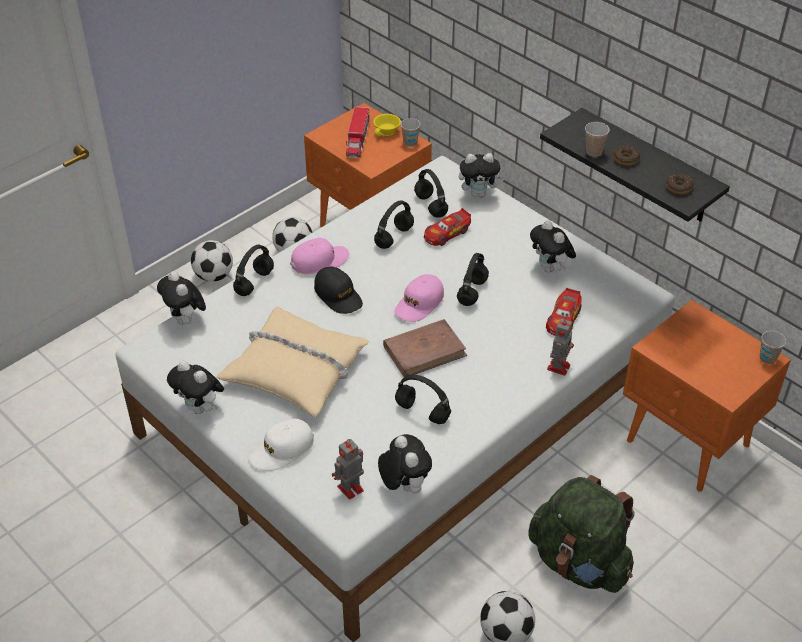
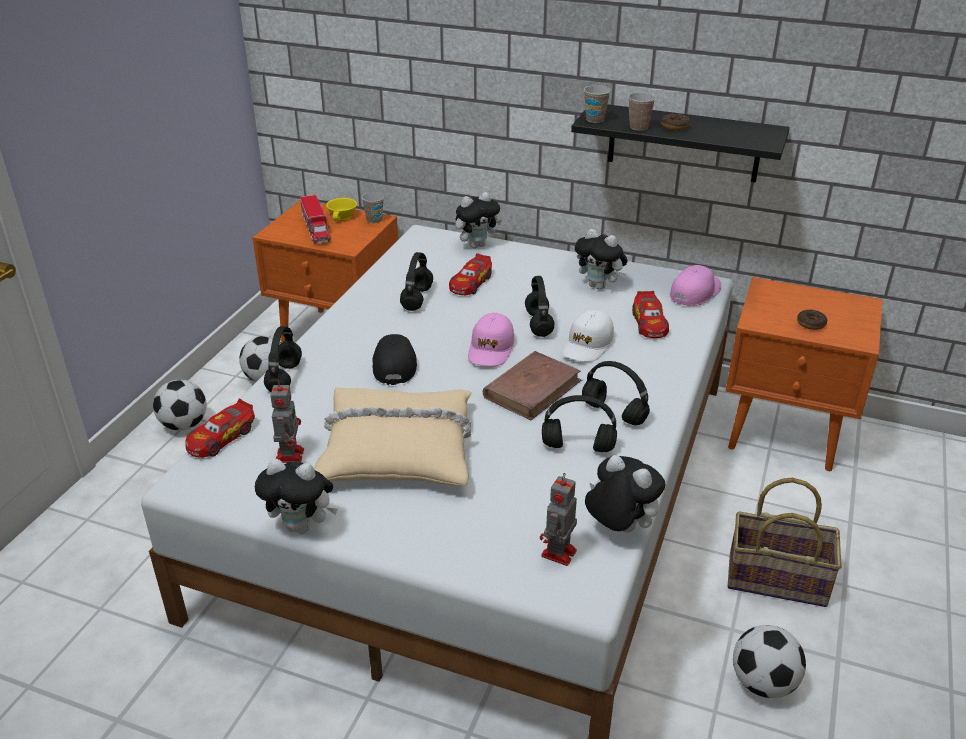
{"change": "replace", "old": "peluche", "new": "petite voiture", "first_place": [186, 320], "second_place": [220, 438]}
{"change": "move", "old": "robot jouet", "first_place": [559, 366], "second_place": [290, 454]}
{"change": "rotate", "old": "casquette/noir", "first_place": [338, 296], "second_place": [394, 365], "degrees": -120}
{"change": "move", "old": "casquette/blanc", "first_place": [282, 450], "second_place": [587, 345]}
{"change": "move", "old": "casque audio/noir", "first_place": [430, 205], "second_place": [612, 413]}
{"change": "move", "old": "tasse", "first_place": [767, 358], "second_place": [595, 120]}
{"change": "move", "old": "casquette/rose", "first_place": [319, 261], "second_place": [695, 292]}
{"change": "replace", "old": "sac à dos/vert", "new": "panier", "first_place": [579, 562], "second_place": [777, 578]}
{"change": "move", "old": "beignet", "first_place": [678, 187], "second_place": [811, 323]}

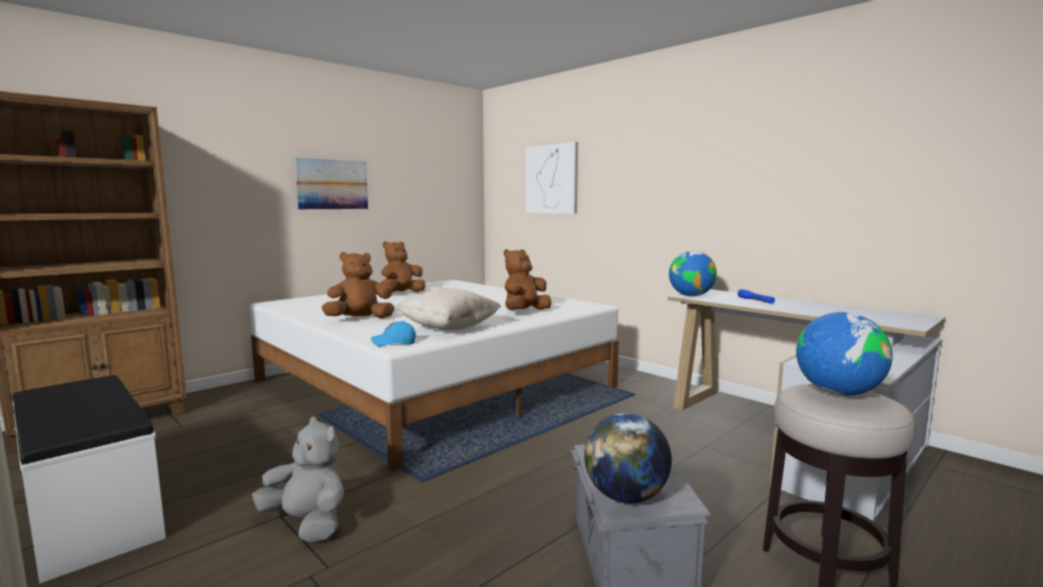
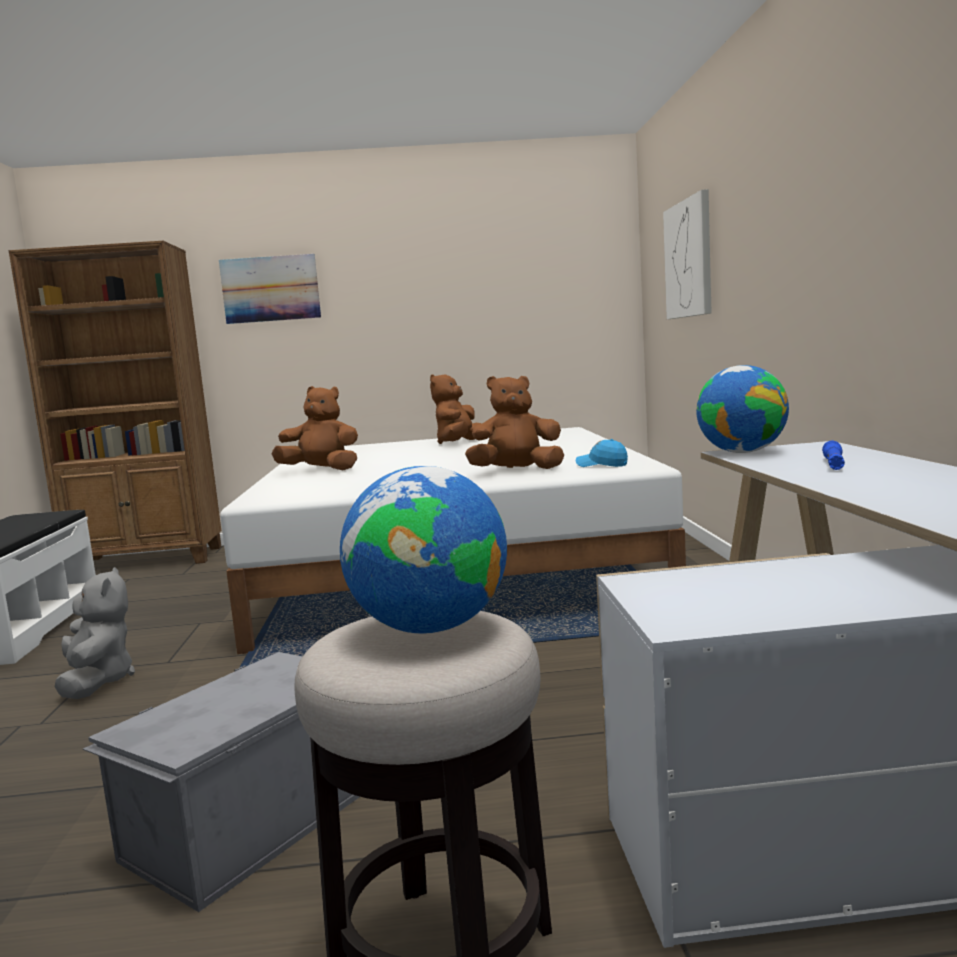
{"change": "move", "old": "tableau", "first_place": [332, 184], "second_place": [270, 289]}
{"change": "rotate", "old": "peluche/marron", "first_place": [401, 293], "second_place": [459, 443], "degrees": -60}
{"change": "move", "old": "casquette/bleu", "first_place": [393, 343], "second_place": [602, 465]}
{"change": "delete", "old": "coussin/beige", "first_place": [449, 329]}
{"change": "delete", "old": "globe", "first_place": [625, 497]}

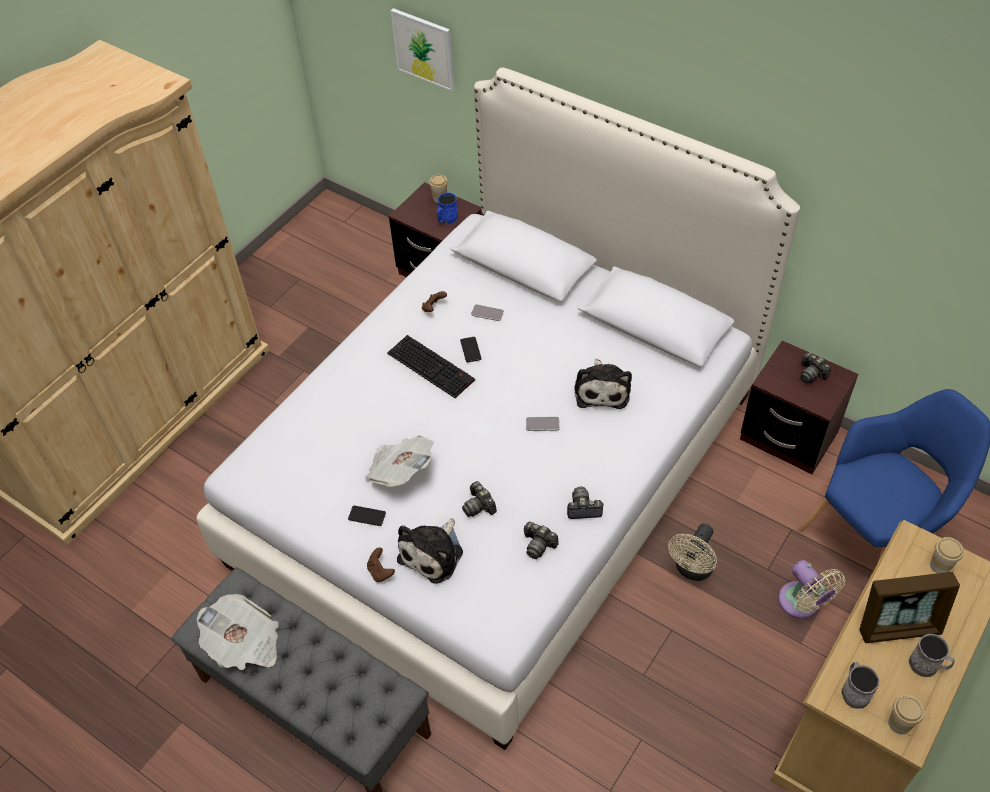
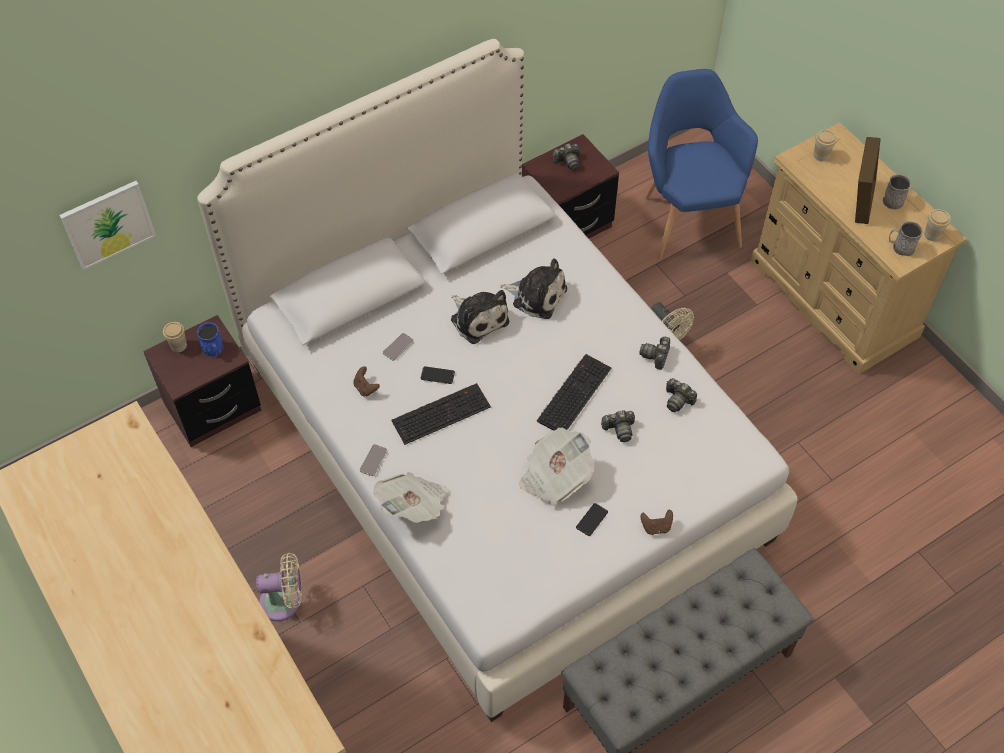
{"change": "move", "old": "ventilateur/beige", "first_place": [802, 604], "second_place": [284, 602]}
{"change": "move", "old": "téléphone", "first_place": [542, 424], "second_place": [373, 460]}
{"change": "move", "old": "journal", "first_place": [245, 644], "second_place": [414, 506]}
{"change": "move", "old": "peluche", "first_place": [433, 553], "second_place": [478, 318]}
{"change": "insert", "new": "clavier", "second_place": [573, 393]}
{"change": "rotate", "old": "appareil photo", "first_place": [538, 544], "second_place": [678, 400], "degrees": 75}

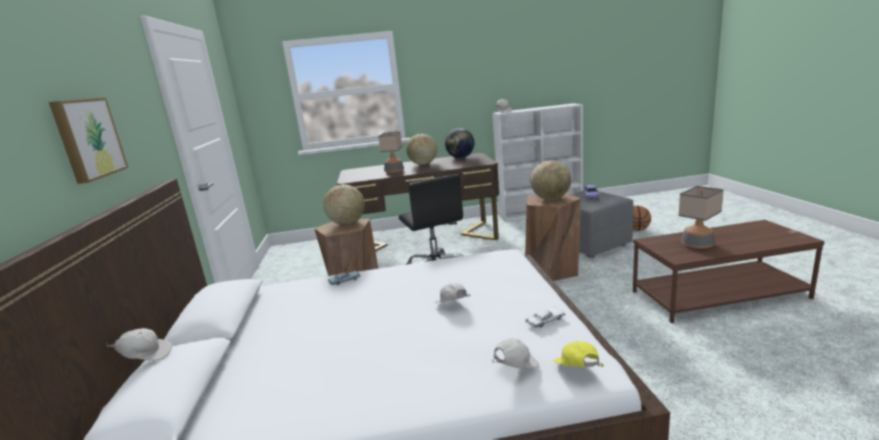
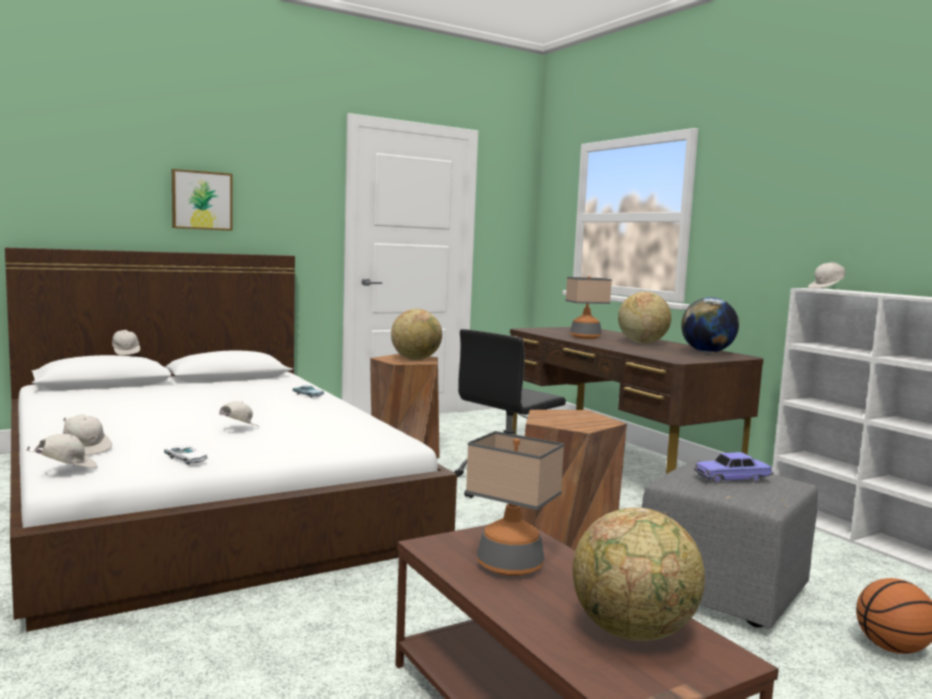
{"change": "recolor", "old": "casquette/jaune", "new": "casquette/blanc", "first_place": [577, 370], "second_place": [66, 469]}
{"change": "move", "old": "globe", "first_place": [551, 199], "second_place": [633, 633]}

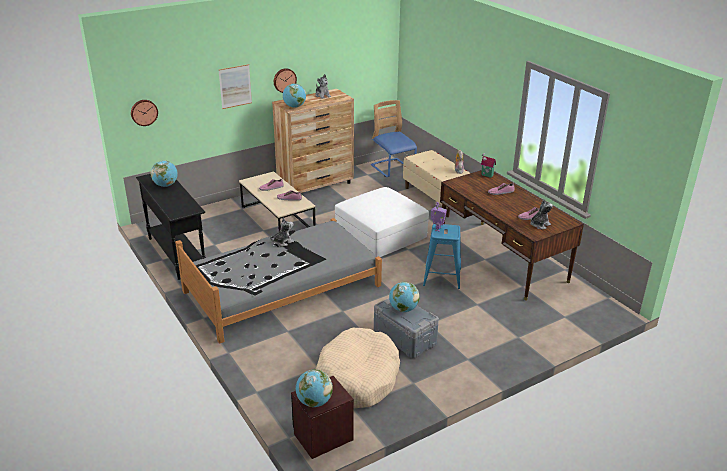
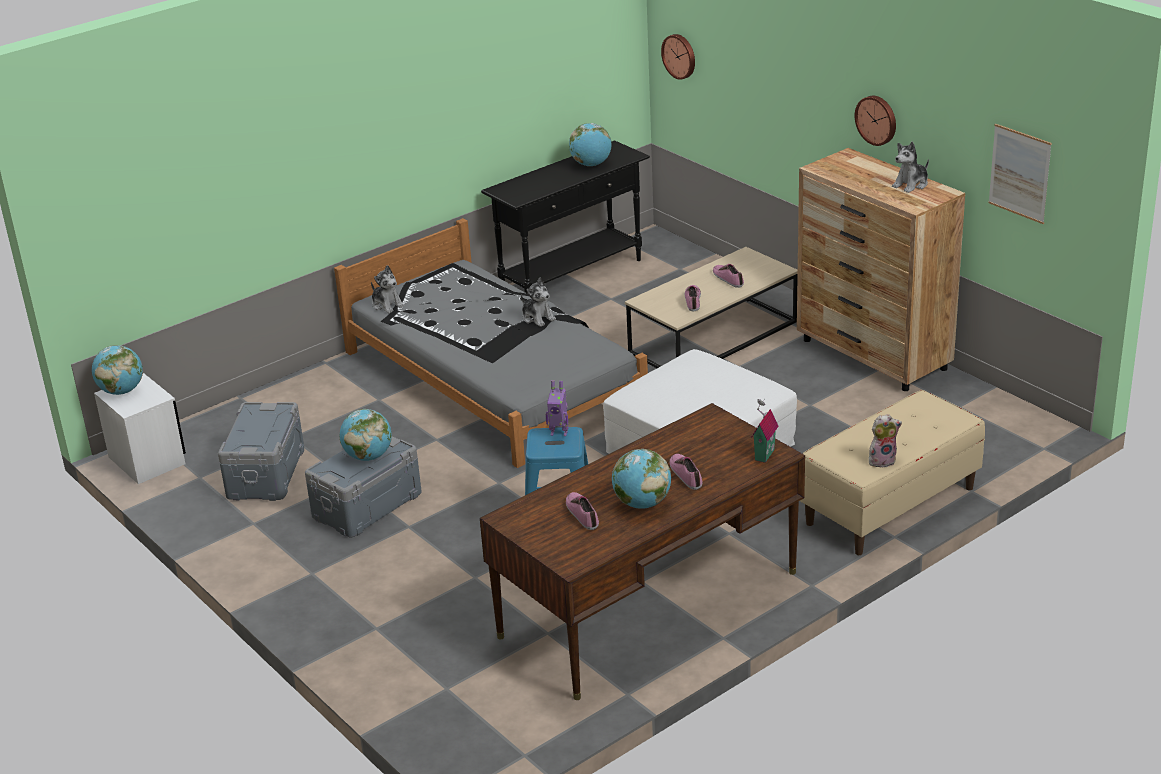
{"change": "recolor", "old": "table de chevet/marron", "new": "table de chevet/blanc", "first_place": [323, 437], "second_place": [147, 460]}
{"change": "replace", "old": "panier pour chien/beige", "new": "boîte de rangement/gris", "first_place": [358, 378], "second_place": [267, 473]}
{"change": "move", "old": "peluche", "first_place": [539, 225], "second_place": [387, 305]}
{"change": "move", "old": "globe", "first_place": [294, 107], "second_place": [642, 503]}
{"change": "move", "old": "tableau", "first_place": [235, 86], "second_place": [1019, 173]}
{"change": "delete", "old": "chaise/bleu", "first_place": [392, 169]}

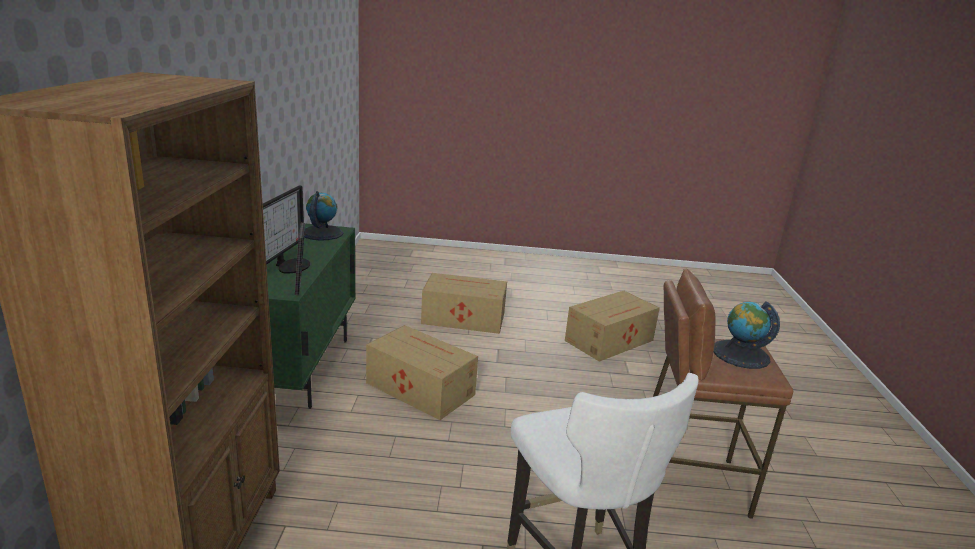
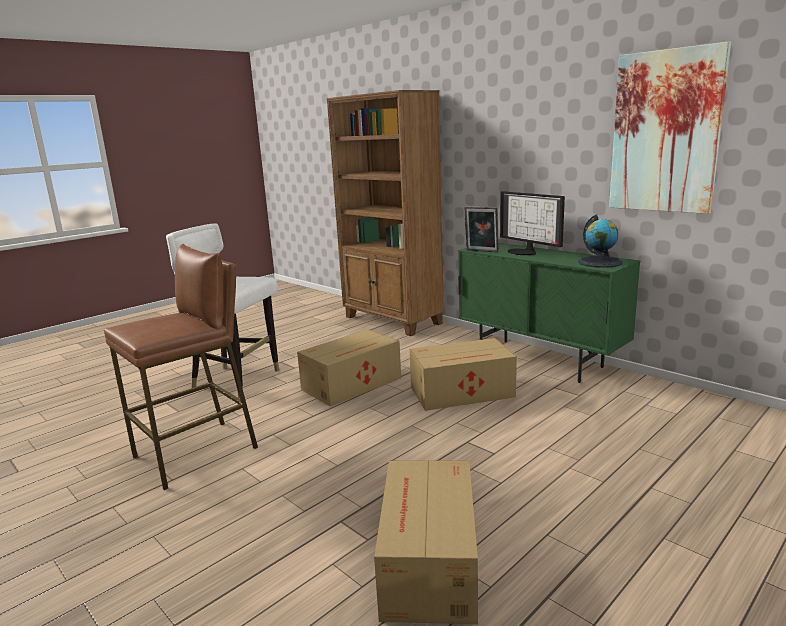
{"change": "move", "old": "carton", "first_place": [462, 318], "second_place": [353, 383]}
{"change": "insert", "new": "tableau", "second_place": [665, 132]}
{"change": "delete", "old": "globe", "first_place": [740, 354]}

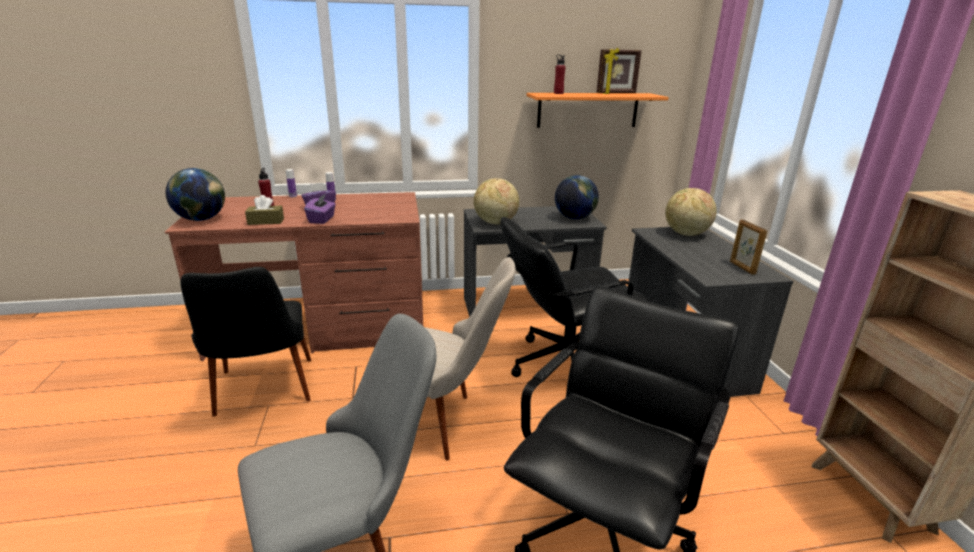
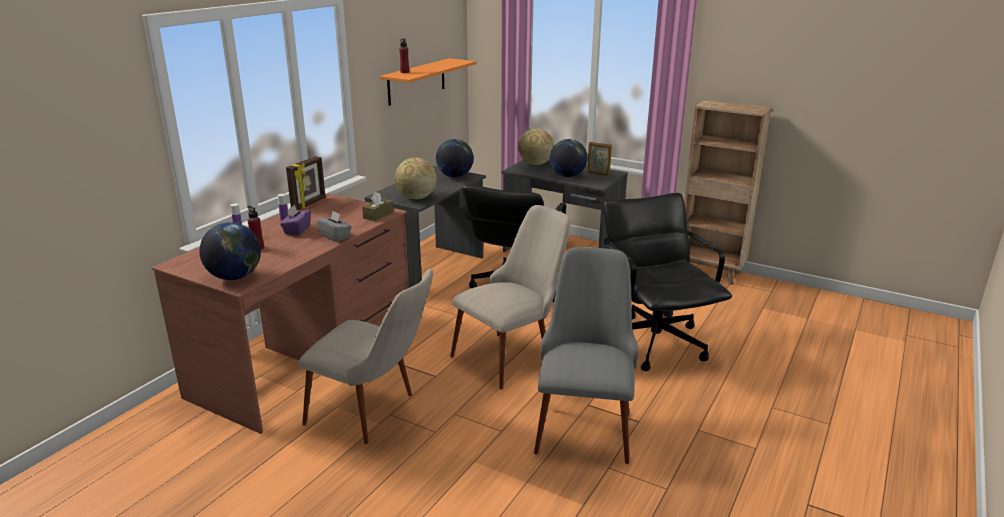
{"change": "move", "old": "cadre photo", "first_place": [616, 93], "second_place": [309, 204]}
{"change": "recolor", "old": "chaise/noir", "new": "chaise/beige", "first_place": [264, 397], "second_place": [375, 413]}
{"change": "recolor", "old": "boîte à mouchoirs/violet", "new": "boîte à mouchoirs/gris", "first_place": [322, 219], "second_place": [335, 236]}
{"change": "move", "old": "boîte à mouchoirs/marron", "first_place": [266, 221], "second_place": [378, 215]}
{"change": "insert", "new": "globe", "second_place": [567, 176]}

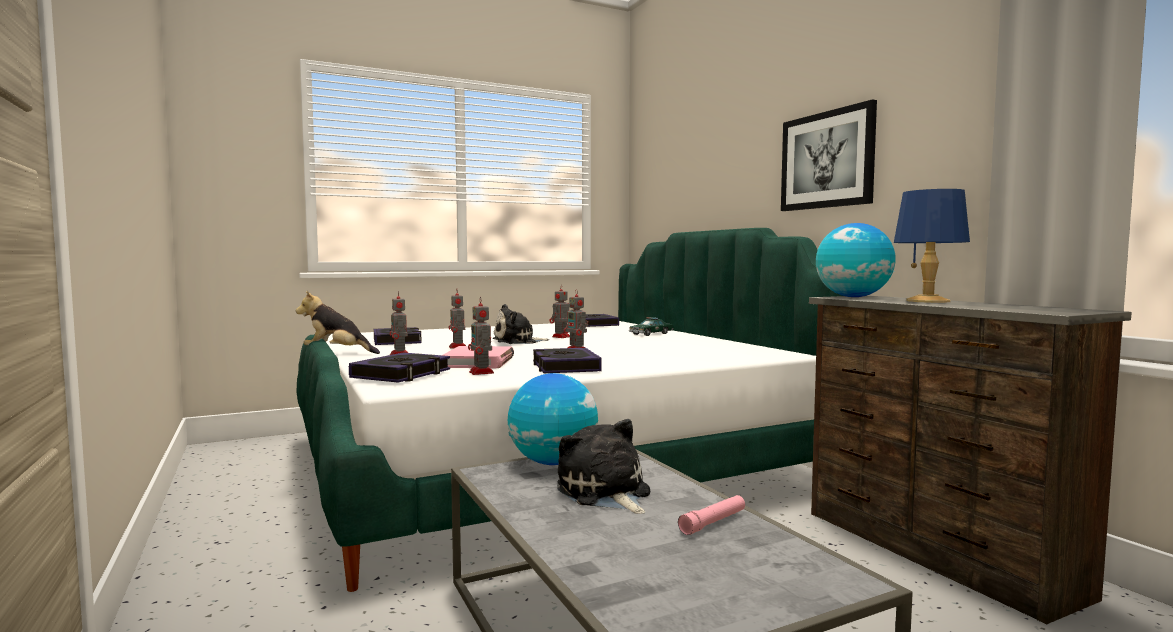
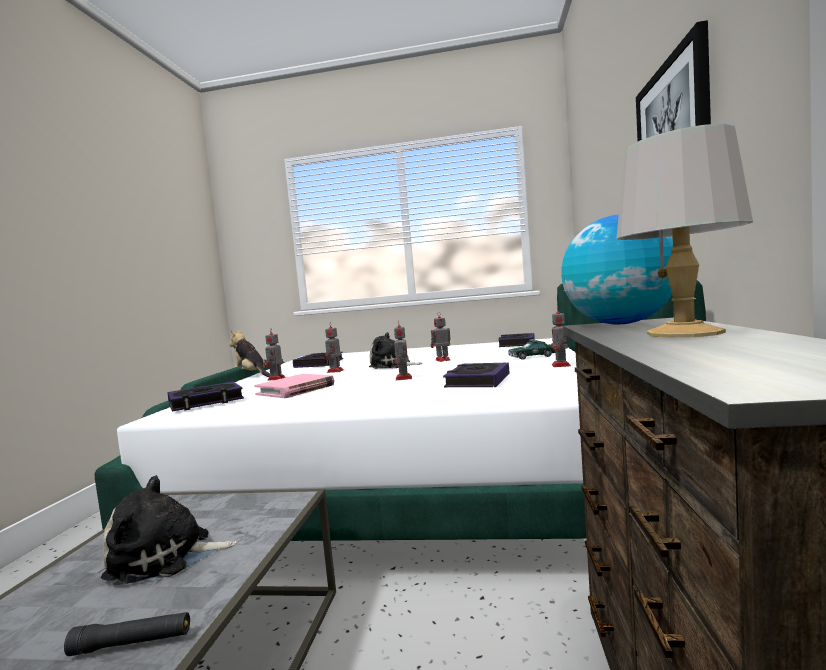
{"change": "recolor", "old": "lampe de poche/rose", "new": "lampe de poche/noir", "first_place": [713, 522], "second_place": [132, 643]}
{"change": "rotate", "old": "peluche", "first_place": [605, 493], "second_place": [166, 557], "degrees": -105}
{"change": "move", "old": "livre", "first_place": [565, 367], "second_place": [477, 381]}
{"change": "move", "old": "robot jouet", "first_place": [481, 372], "second_place": [561, 365]}
{"change": "recolor", "old": "lampe de table/bleu", "new": "lampe de table/gris", "first_place": [928, 301], "second_place": [684, 333]}
{"change": "delete", "old": "globe", "first_place": [553, 463]}

